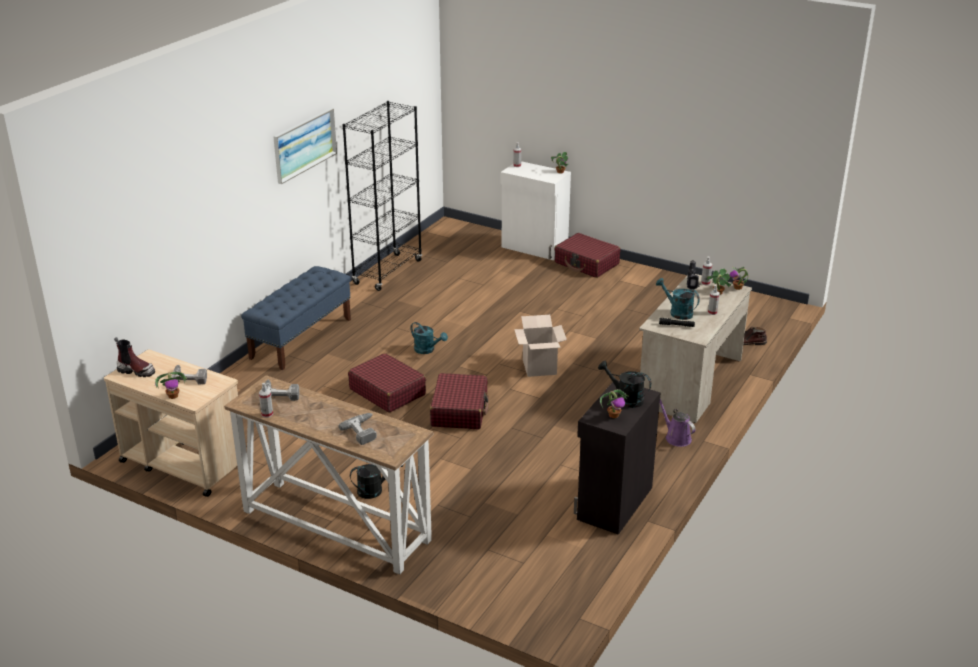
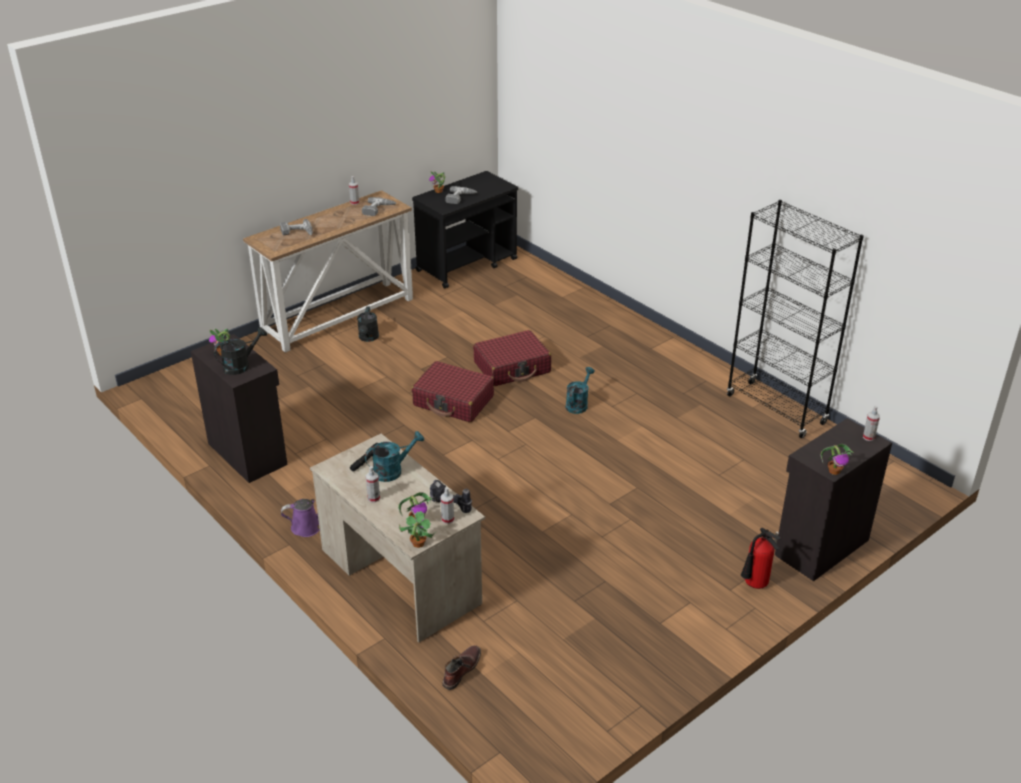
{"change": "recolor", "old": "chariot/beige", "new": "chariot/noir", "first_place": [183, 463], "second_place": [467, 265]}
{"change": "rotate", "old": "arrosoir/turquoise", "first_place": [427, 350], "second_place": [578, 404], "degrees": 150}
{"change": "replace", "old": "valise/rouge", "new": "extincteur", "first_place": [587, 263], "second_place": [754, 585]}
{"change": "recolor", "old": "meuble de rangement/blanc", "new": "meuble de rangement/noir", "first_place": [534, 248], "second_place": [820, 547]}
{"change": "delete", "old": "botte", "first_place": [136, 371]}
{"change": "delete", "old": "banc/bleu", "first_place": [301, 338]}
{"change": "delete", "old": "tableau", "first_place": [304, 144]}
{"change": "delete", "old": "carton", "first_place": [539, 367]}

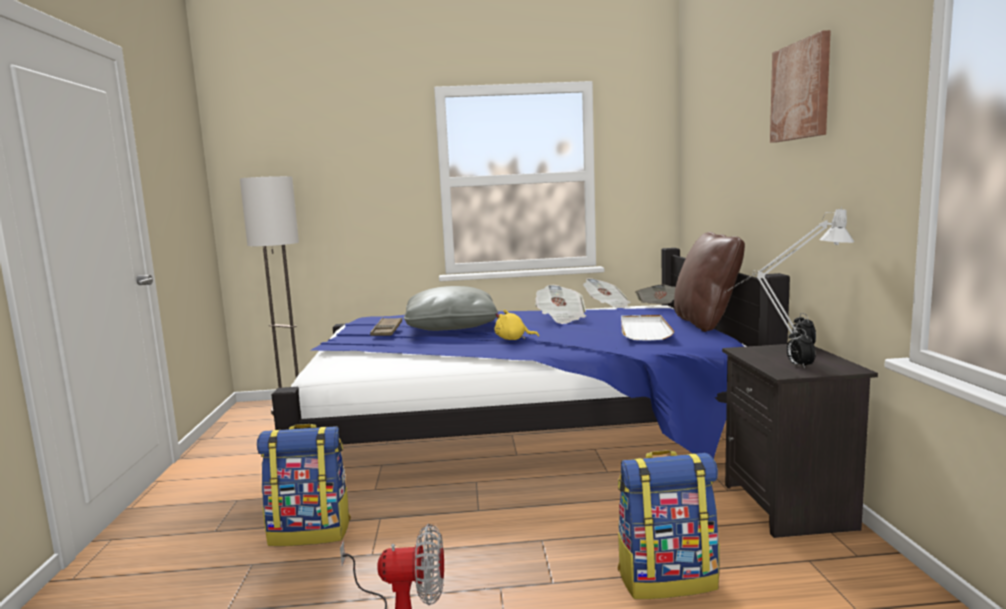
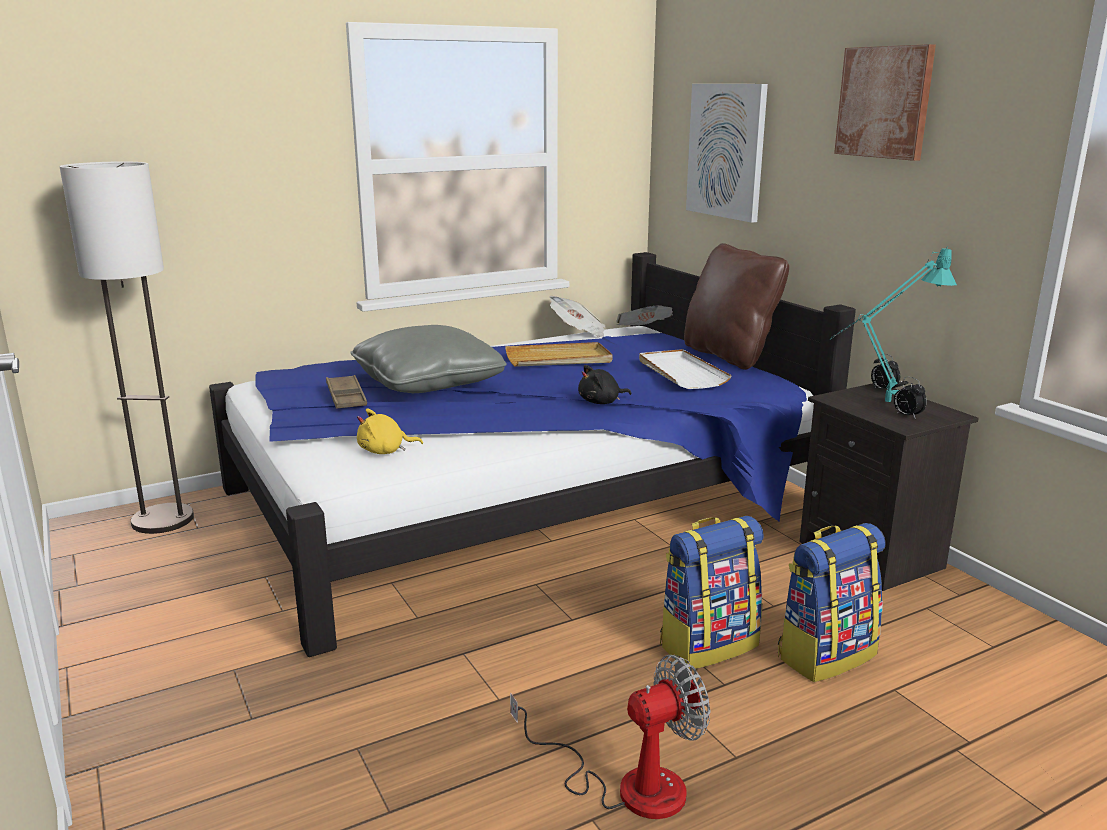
{"change": "move", "old": "peluche/jaune", "first_place": [513, 339], "second_place": [385, 451]}
{"change": "replace", "old": "journal", "new": "plateau/beige", "first_place": [561, 318], "second_place": [559, 359]}
{"change": "insert", "new": "peluche/noir", "second_place": [601, 402]}
{"change": "move", "old": "sac à dos", "first_place": [311, 532], "second_place": [708, 644]}
{"change": "insert", "new": "tableau", "second_place": [726, 151]}
{"change": "recolor", "old": "lampe de table/gris", "new": "lampe de table/turquoise", "first_place": [784, 356], "second_place": [879, 404]}

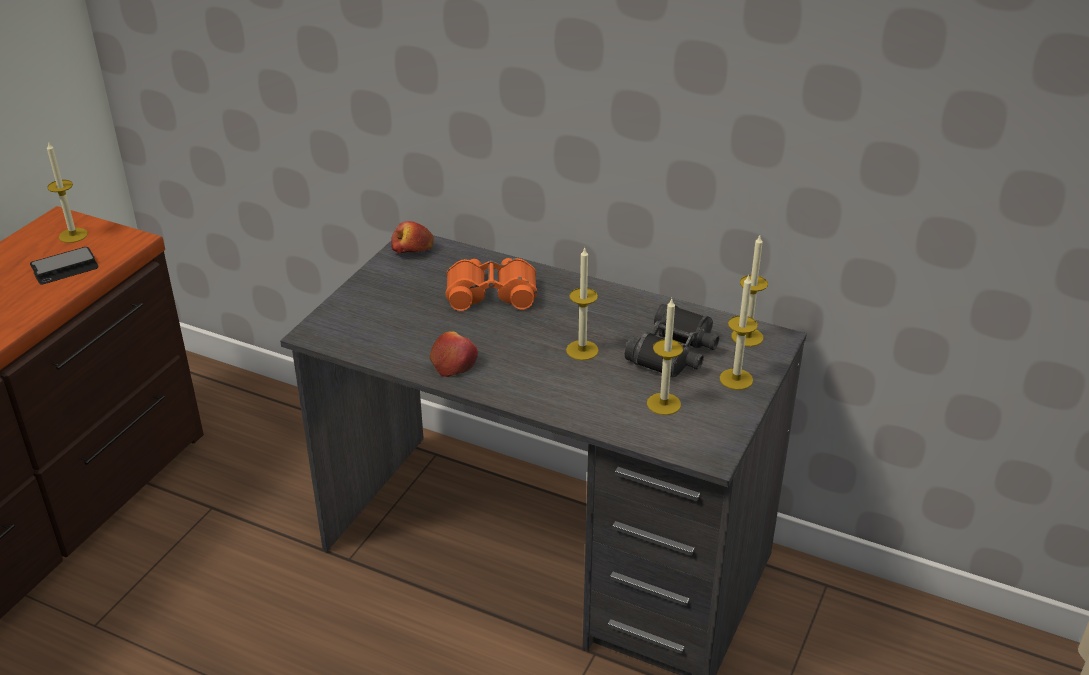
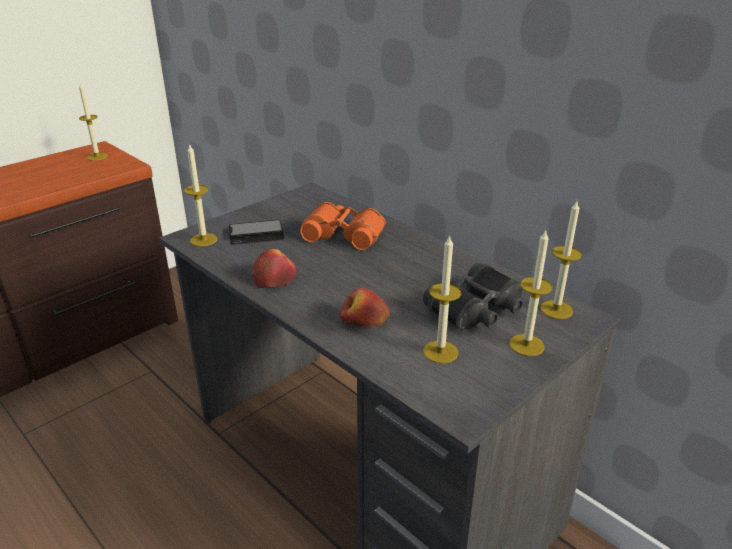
{"change": "move", "old": "bougie", "first_place": [582, 350], "second_place": [203, 240]}
{"change": "move", "old": "téléphone", "first_place": [65, 267], "second_place": [256, 234]}
{"change": "move", "old": "pomme", "first_place": [412, 249], "second_place": [364, 321]}

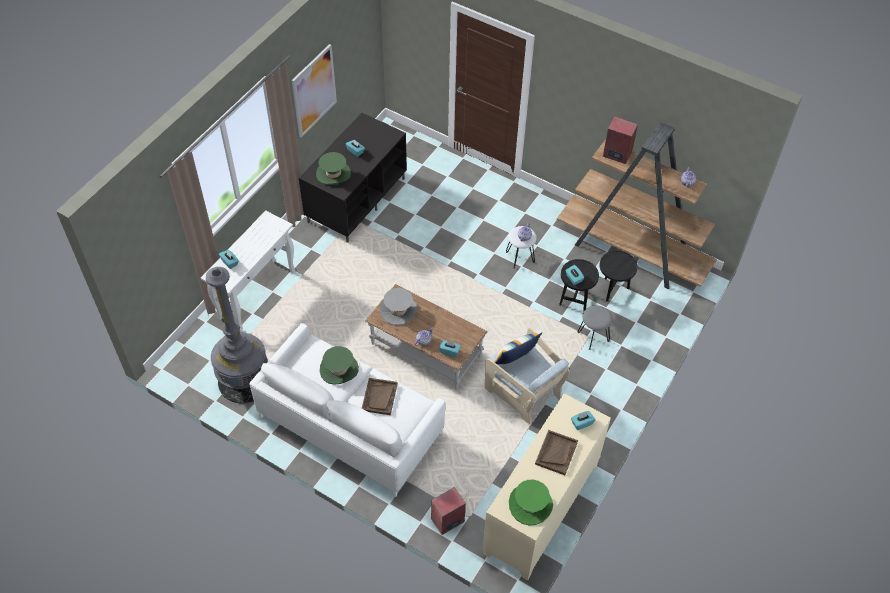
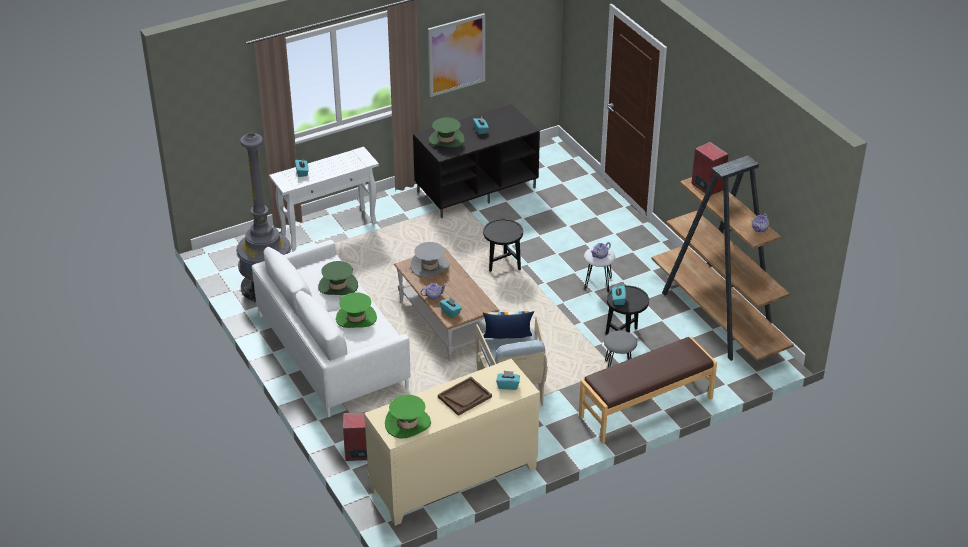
{"change": "replace", "old": "plateau/marron", "new": "chapeau/vert", "first_place": [379, 397], "second_place": [356, 318]}
{"change": "move", "old": "table d'appoint/noir", "first_place": [612, 290], "second_place": [502, 266]}
{"change": "insert", "new": "banc/marron", "second_place": [646, 407]}

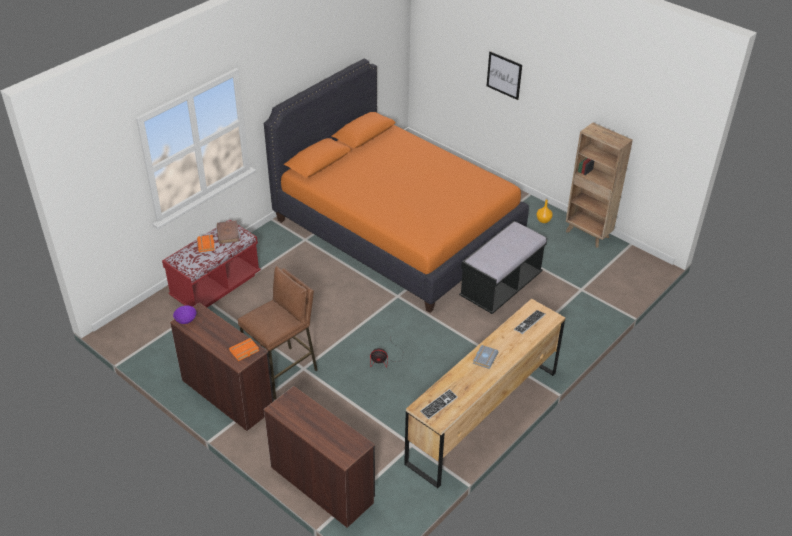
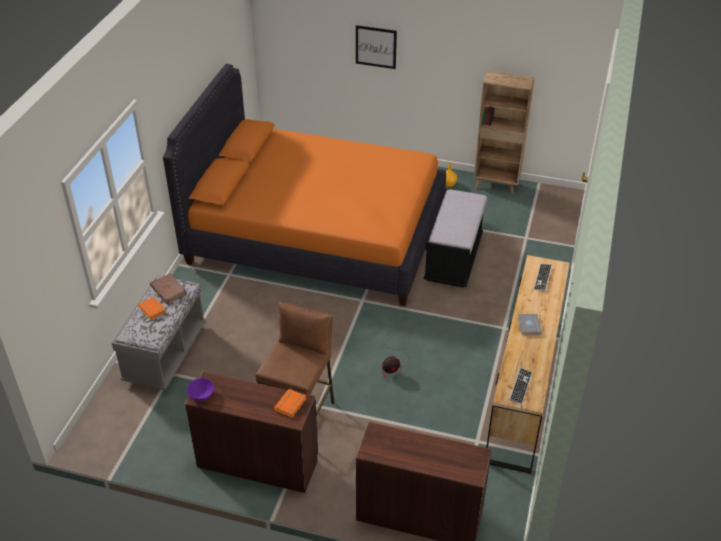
{"change": "recolor", "old": "banc/rouge", "new": "banc/gris", "first_place": [215, 286], "second_place": [165, 354]}

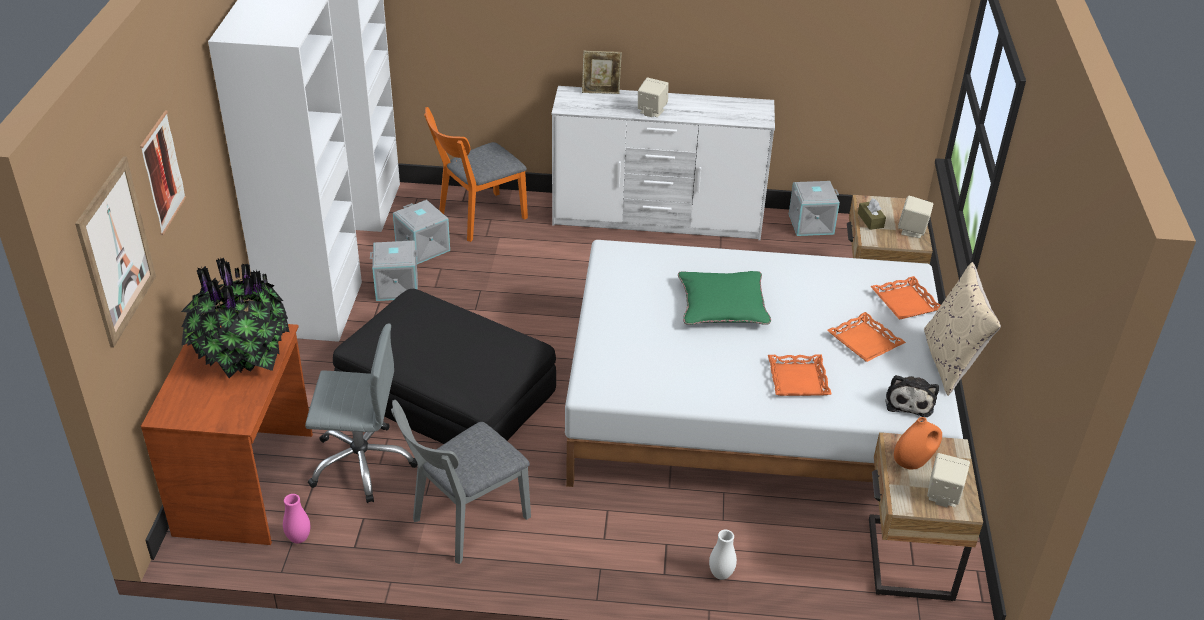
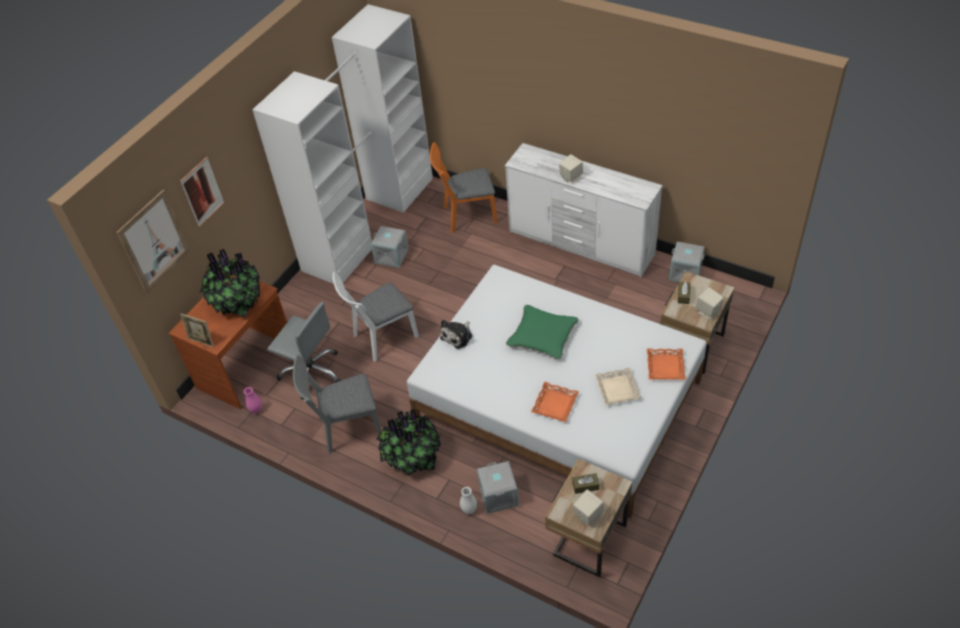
{"change": "move", "old": "cadre photo", "first_place": [601, 92], "second_place": [202, 341]}
{"change": "replace", "old": "pouf/noir", "new": "chaise/blanc", "first_place": [446, 392], "second_place": [381, 338]}
{"change": "insert", "new": "plante en pot", "second_place": [412, 458]}
{"change": "move", "old": "peluche", "first_place": [909, 401], "second_place": [458, 336]}
{"change": "move", "old": "boîte de rangement/gris", "first_place": [424, 247], "second_place": [499, 495]}
{"change": "replace", "old": "vase/orange", "new": "boîte à mouchoirs/marron", "first_place": [913, 462], "second_place": [585, 486]}
{"change": "recolor", "old": "plateau/orange", "new": "plateau/beige", "first_place": [864, 342], "second_place": [617, 389]}
{"change": "delete", "old": "coussin/beige", "first_place": [951, 362]}

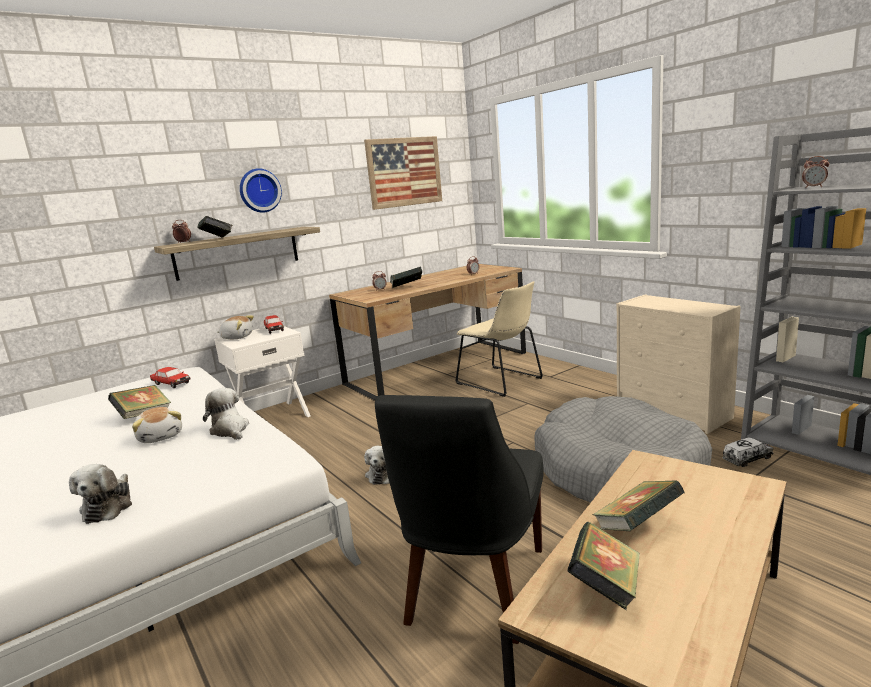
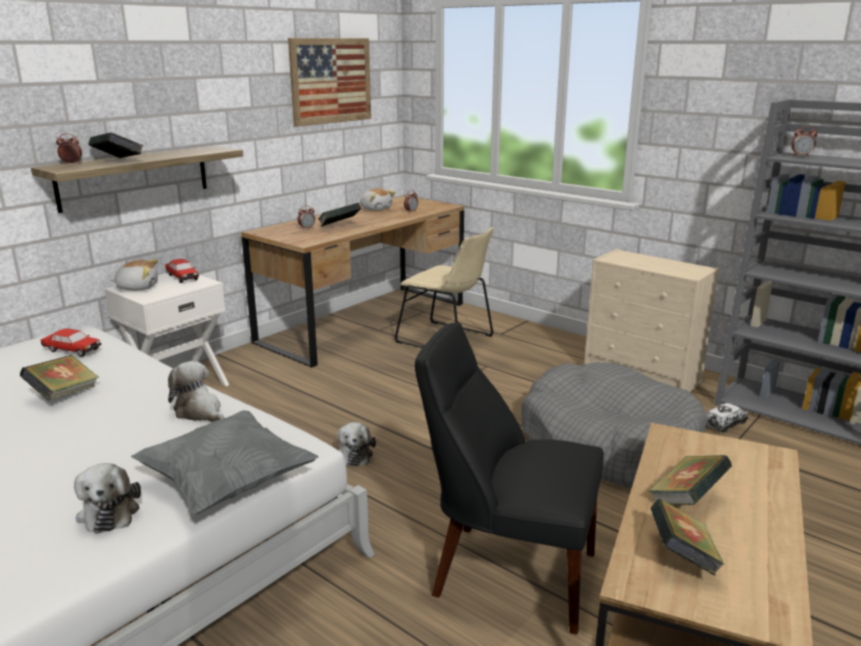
{"change": "insert", "new": "coussin/gris", "second_place": [227, 483]}
{"change": "move", "old": "peluche", "first_place": [161, 436], "second_place": [376, 209]}
{"change": "rotate", "old": "chaise/noir", "first_place": [473, 590], "second_place": [507, 572], "degrees": 105}
{"change": "delete", "old": "horloge murale", "first_place": [259, 190]}

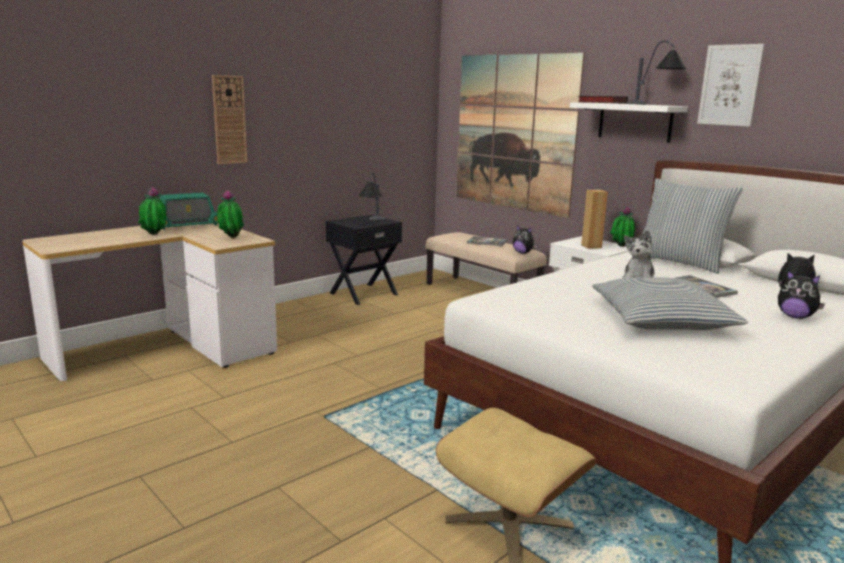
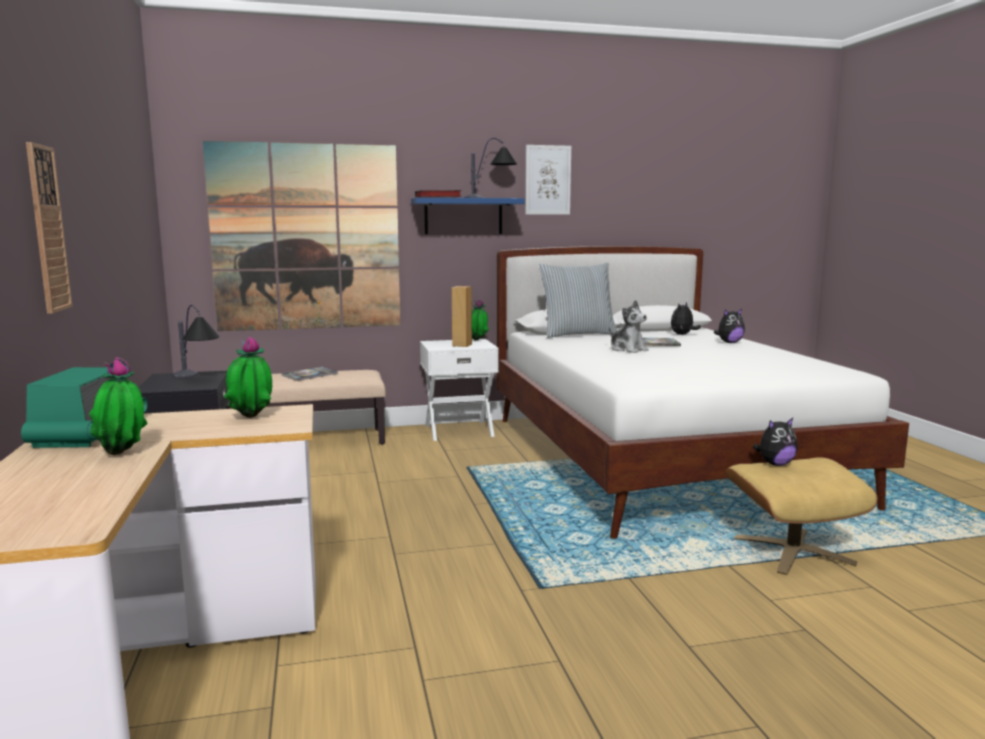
{"change": "recolor", "old": "étagère/blanc", "new": "étagère/bleu", "first_place": [635, 122], "second_place": [463, 216]}
{"change": "move", "old": "peluche", "first_place": [523, 253], "second_place": [775, 464]}
{"change": "delete", "old": "coussin", "first_place": [661, 320]}

